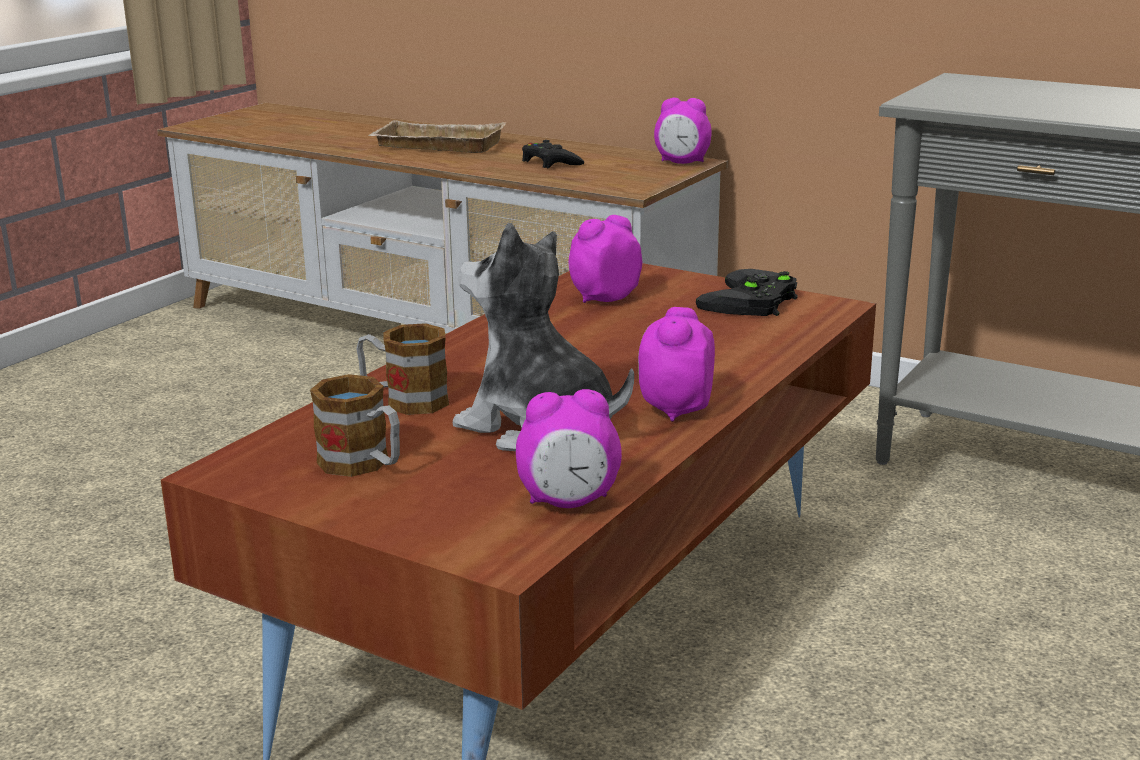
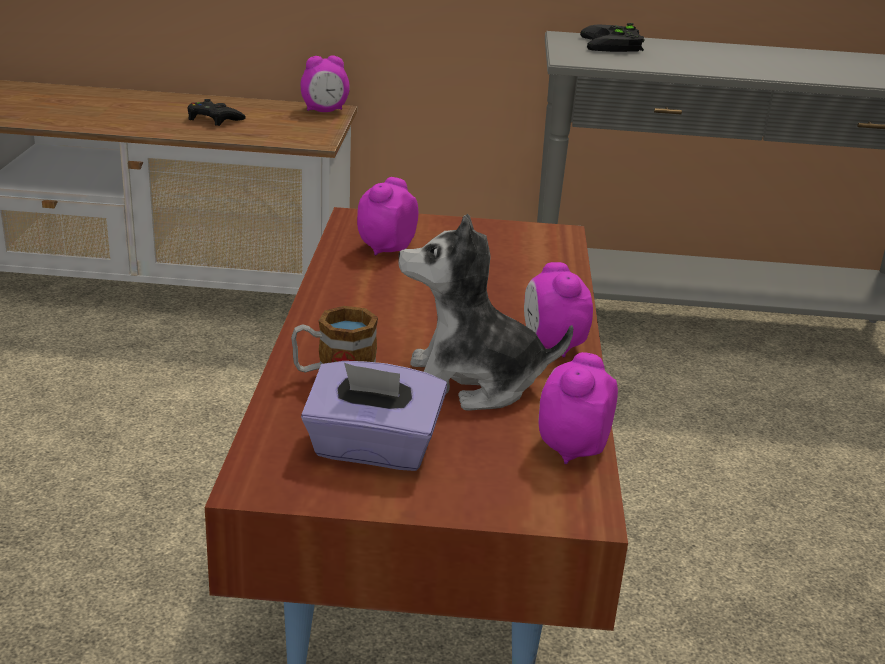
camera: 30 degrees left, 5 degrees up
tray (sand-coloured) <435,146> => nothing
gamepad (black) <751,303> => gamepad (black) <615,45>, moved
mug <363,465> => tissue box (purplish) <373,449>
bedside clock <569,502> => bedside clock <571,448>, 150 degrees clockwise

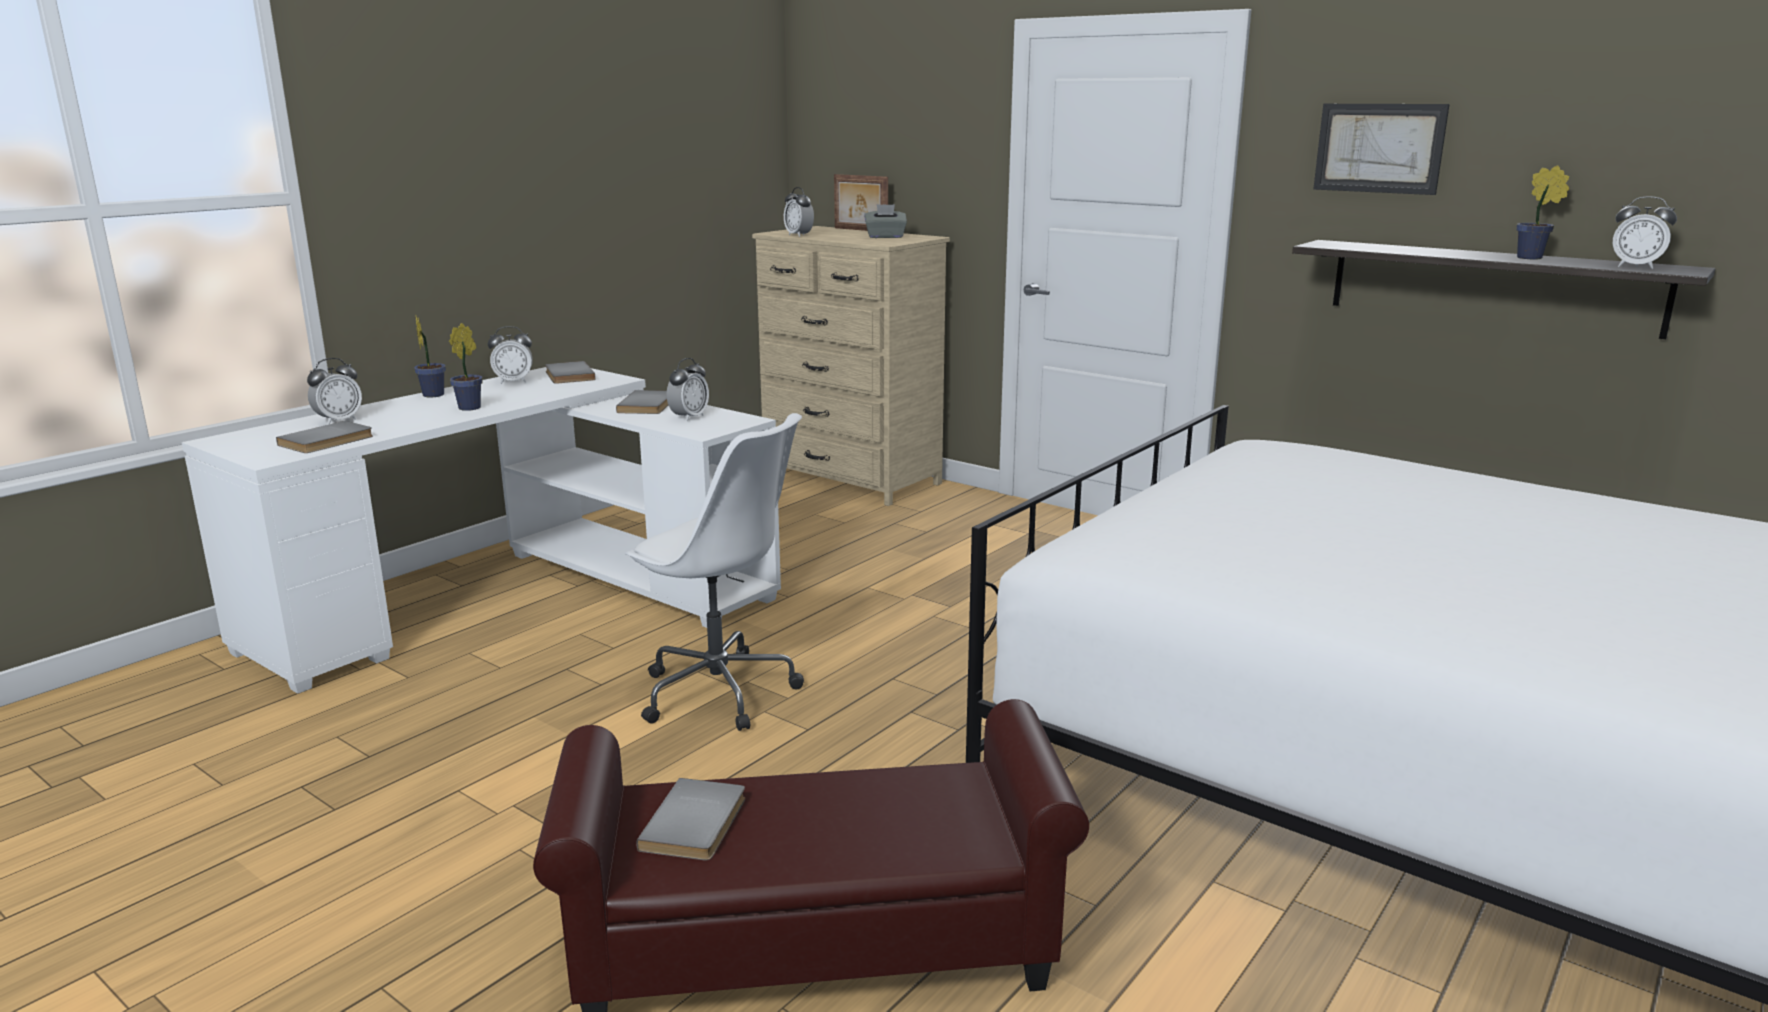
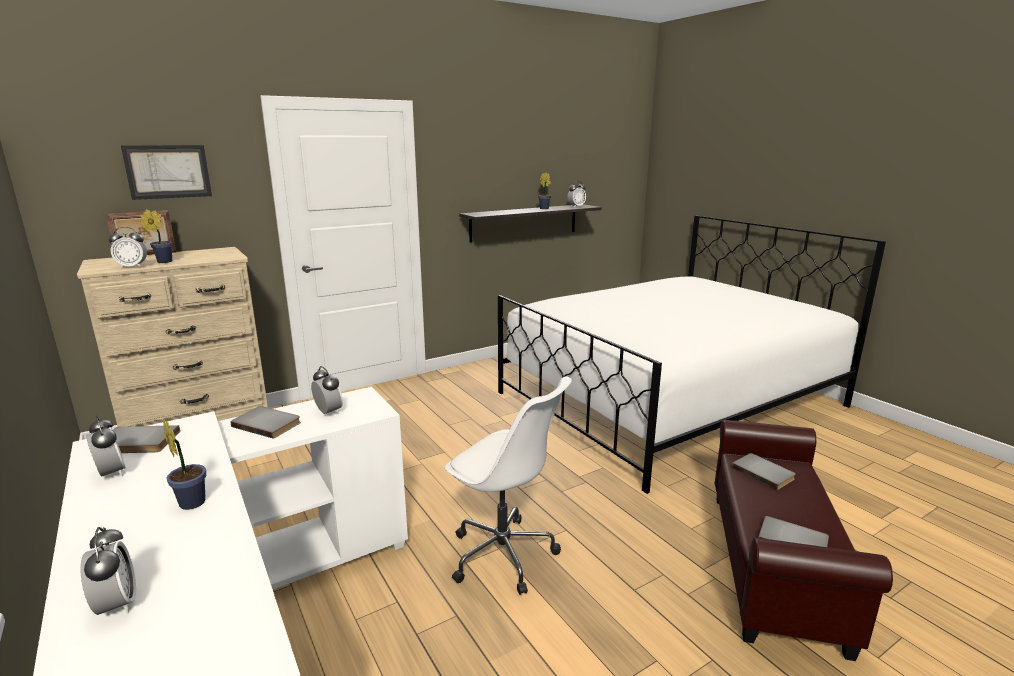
camera: 70 degrees left, 0 degrees up
tissue box (grey) <885,237> => nothing
volume (grey) <328,441> => volume (grey) <764,472>, moved
plant in a pot <433,394> => plant in a pot <163,261>, moved
wall picture <1379,148> => wall picture <168,171>, moved
bedside clock <513,382> => bedside clock <111,473>, 45 degrees counterclockwise
computer chair (white-coloured) <721,694> => computer chair (white-coloured) <505,556>, 75 degrees clockwise

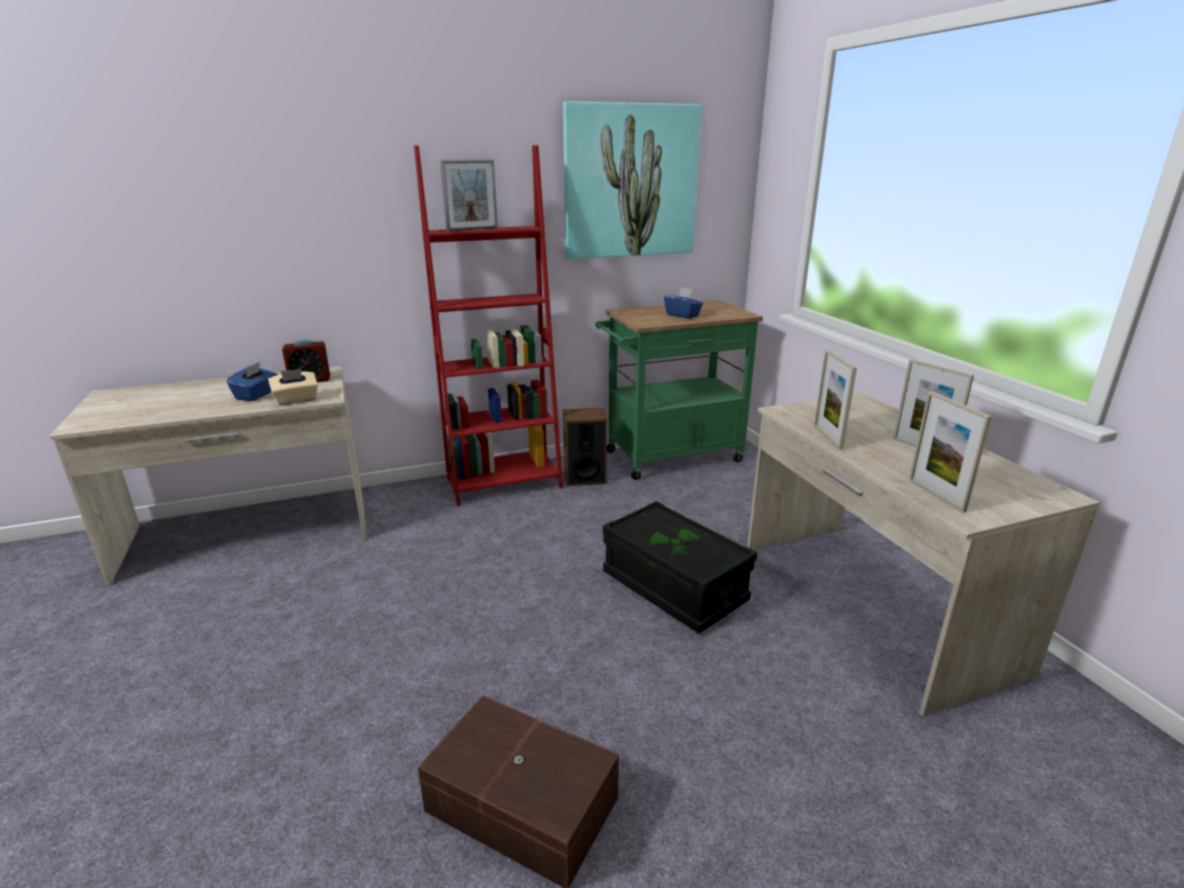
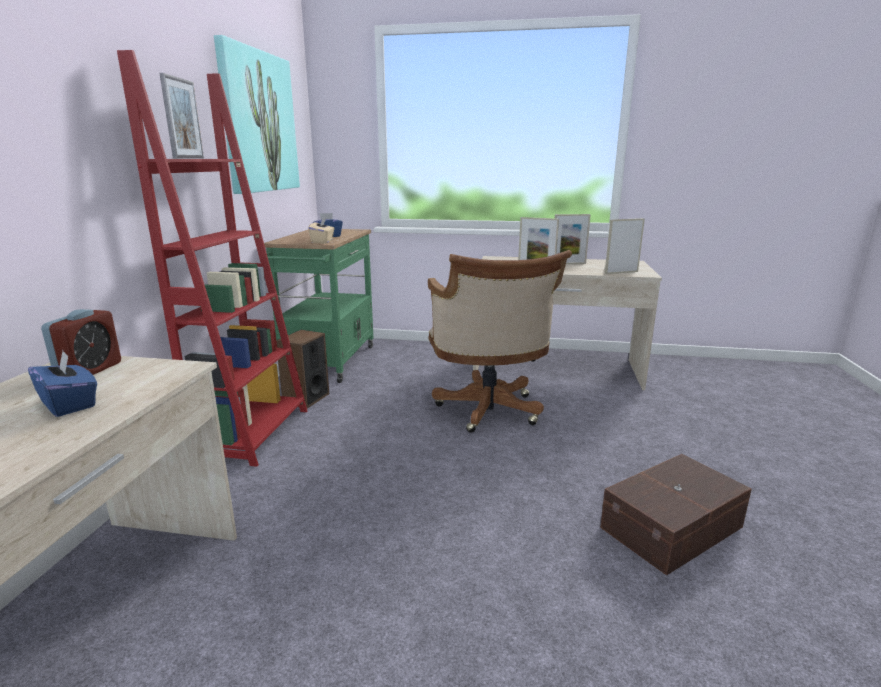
camera: 60 degrees left, 5 degrees down
tissue box (sand-coloured) <296,400> => tissue box (sand-coloured) <322,241>, moved
storage box (black) <674,587> => computer chair <490,411>
picture frame <936,495> => picture frame <621,272>, 150 degrees clockwise

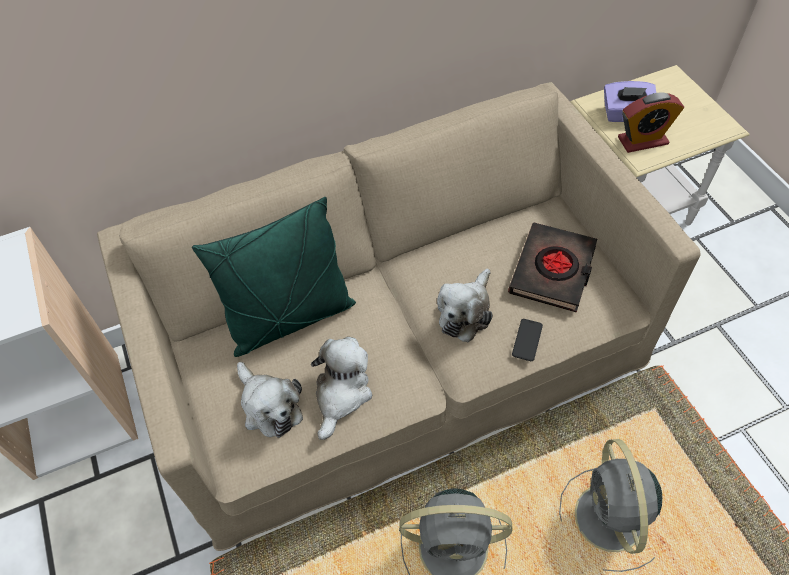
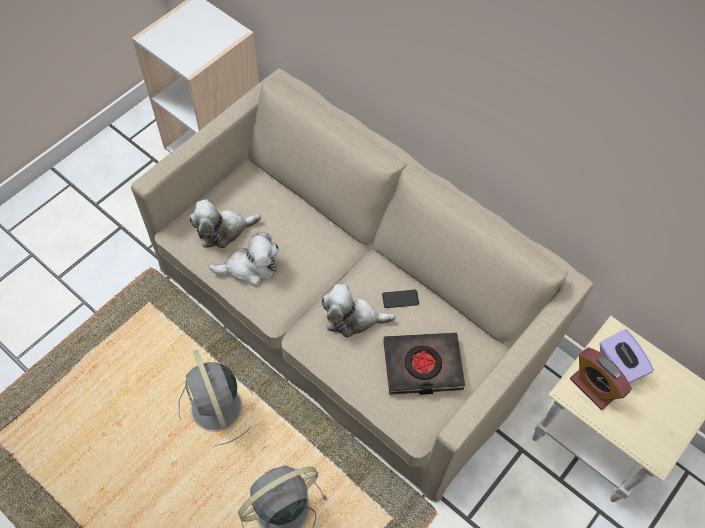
camera: 60 degrees right, 5 degrees up
pillow (green-coloured) <290,318> => nothing
handset <527,340> => handset <400,299>, moved
soft toy <269,406> => soft toy <223,230>, 45 degrees clockwise

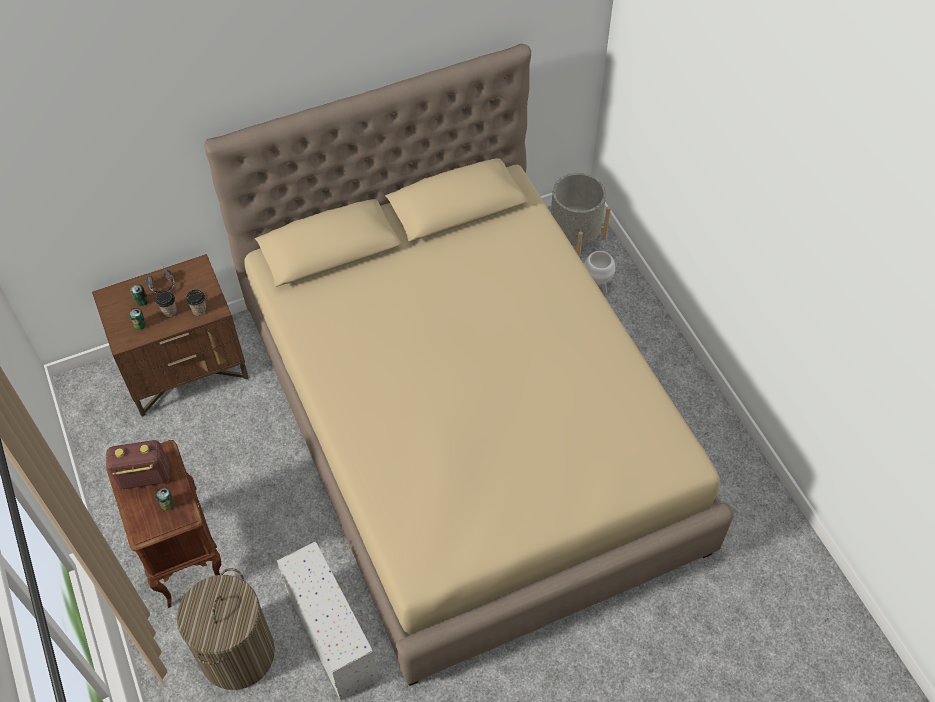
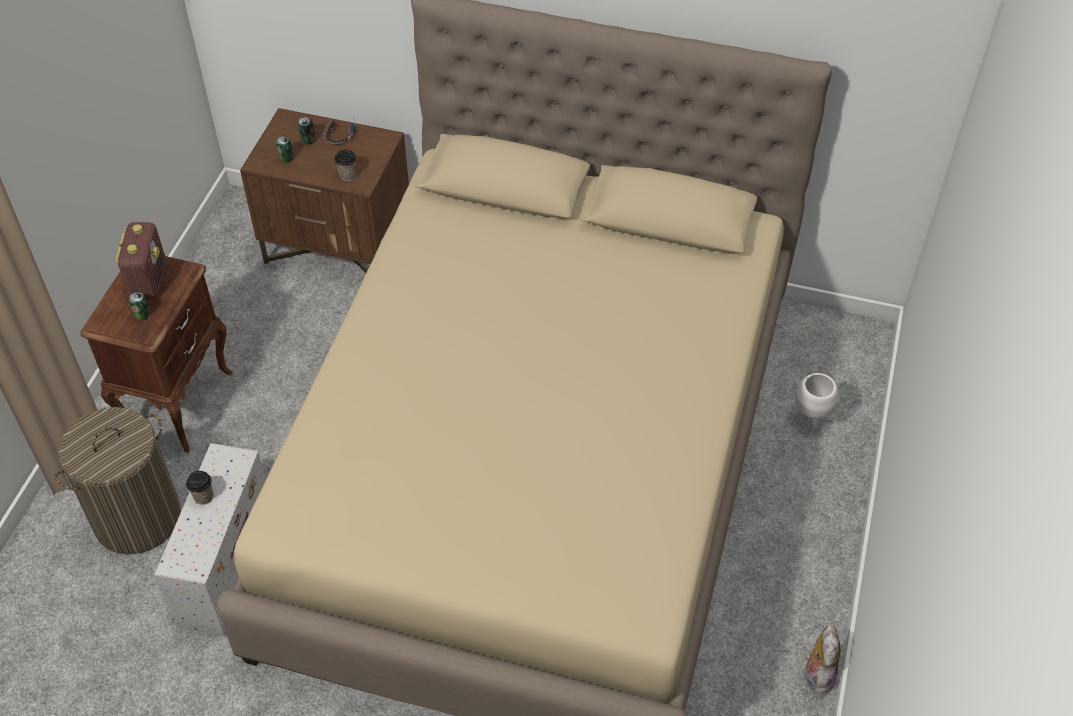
camera: 40 degrees right, 5 degrees down
planter (grey) <573,239> => nothing
nothing => soft toy <817,674>
small cup <169,311> => small cup <203,496>, moved
radio set <143,477> => radio set <148,280>, 60 degrees clockwise

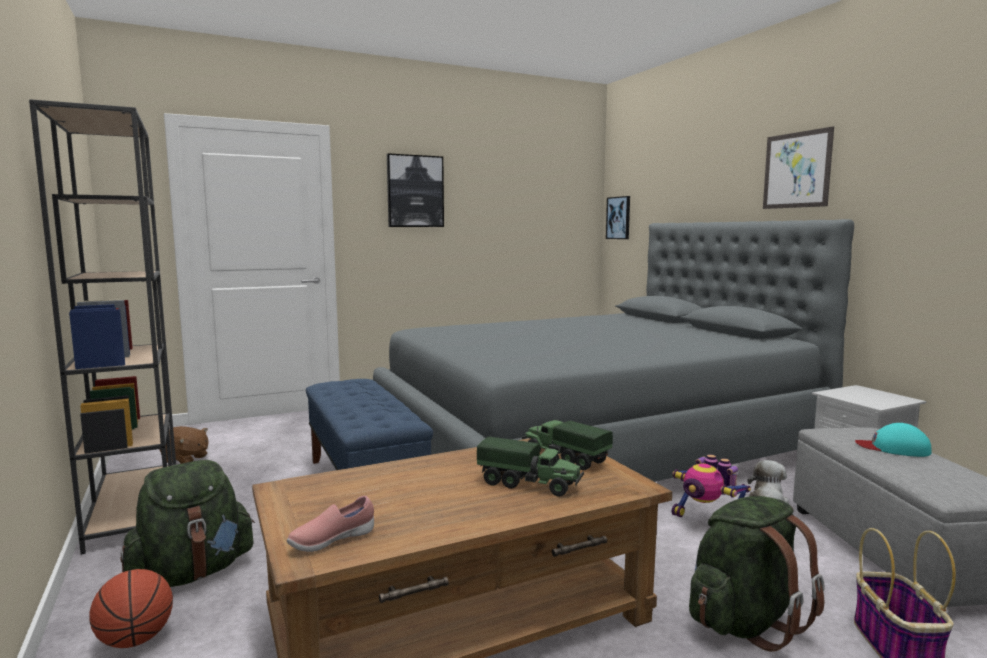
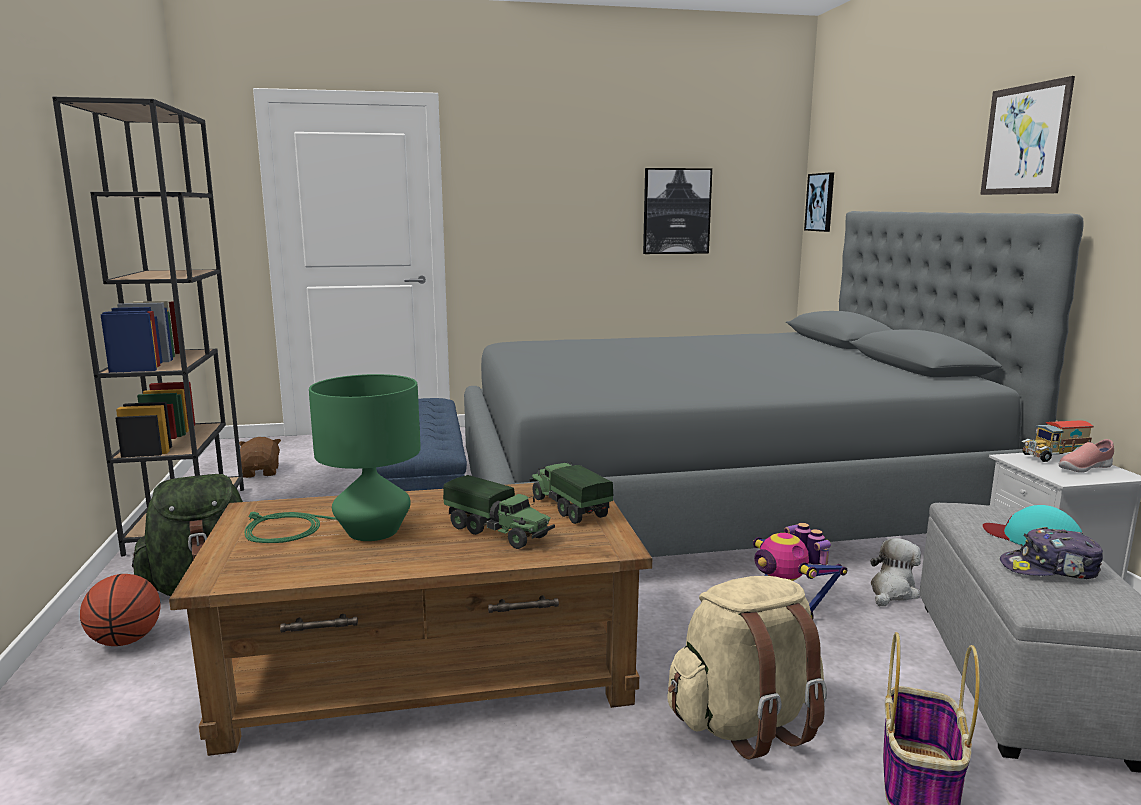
camera: 15 degrees right, 5 degrees up
nothing => tabletop lamp (green-coloured) <337,530>
nothing => cap <1050,569>
nothing => model truck <1054,458>
item of footwear (pink) <332,541> => item of footwear (pink) <1083,469>, moved
wall picture <415,191> => wall picture <676,211>, moved
rucksack (green-coloured) <745,621> => rucksack (sand-coloured) <746,723>
soft toy (brownish) <185,459> => soft toy (brownish) <261,472>, 135 degrees counterclockwise

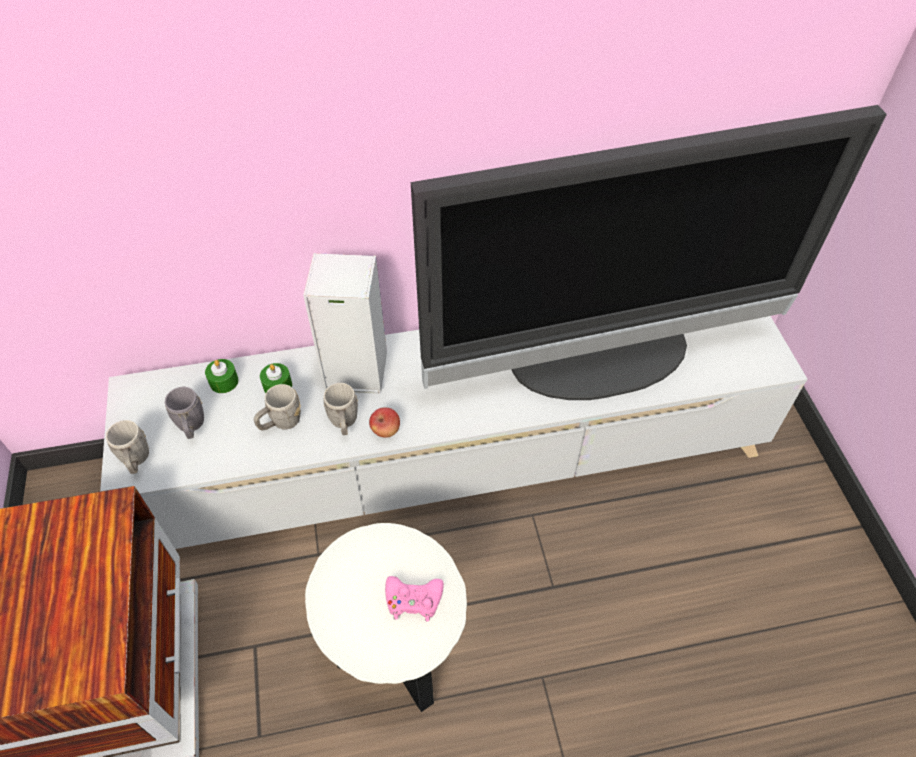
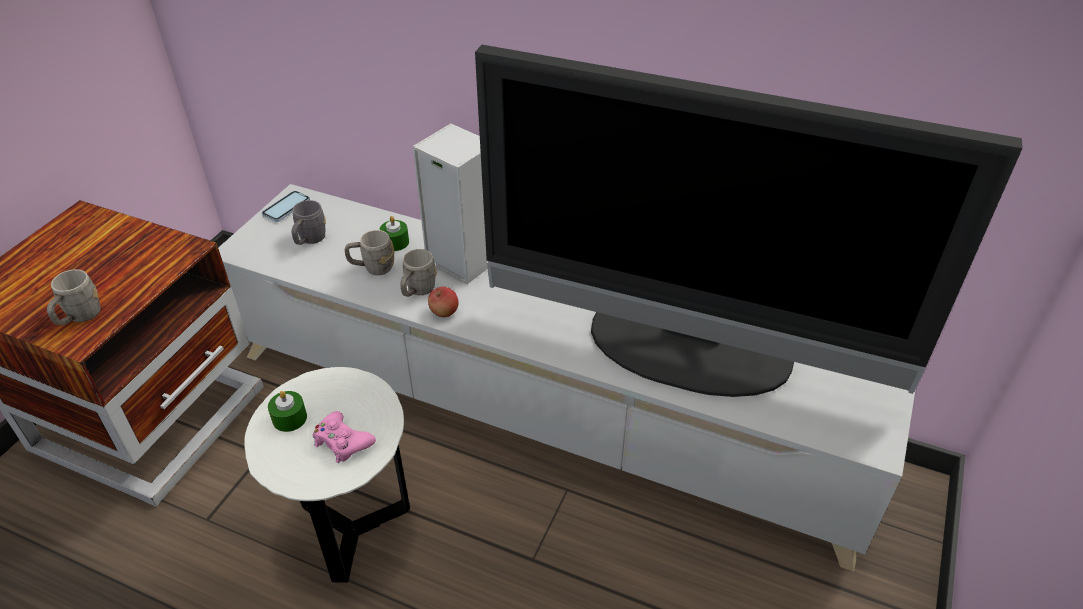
camera: 35 degrees right, 10 degrees down
nothing => handset <286,207>
mug (grey) <136,460> => mug (grey) <80,317>, moved
candle (green-coloured) <224,381> => candle (green-coloured) <289,418>, moved

